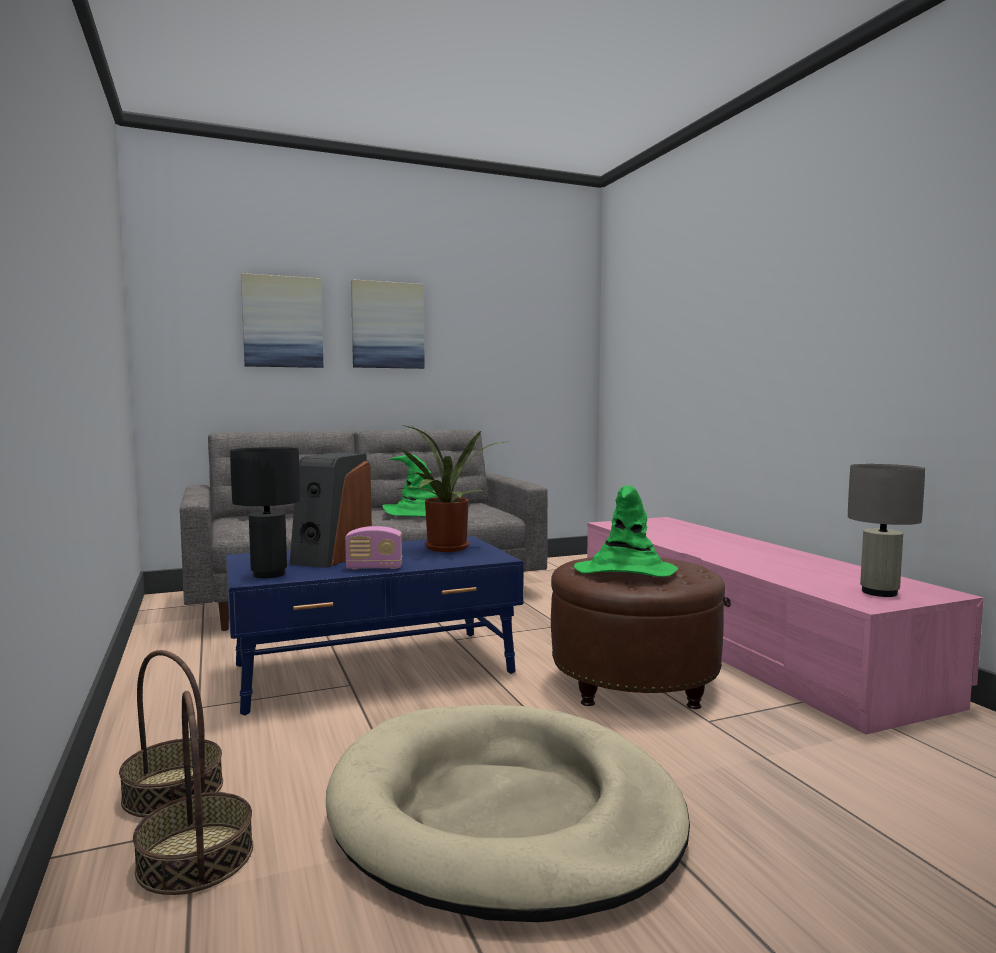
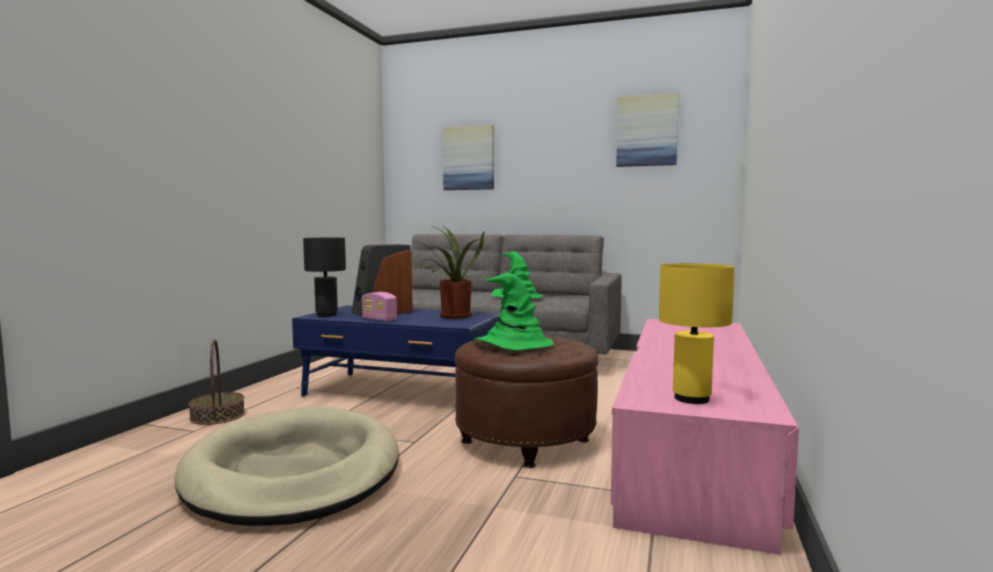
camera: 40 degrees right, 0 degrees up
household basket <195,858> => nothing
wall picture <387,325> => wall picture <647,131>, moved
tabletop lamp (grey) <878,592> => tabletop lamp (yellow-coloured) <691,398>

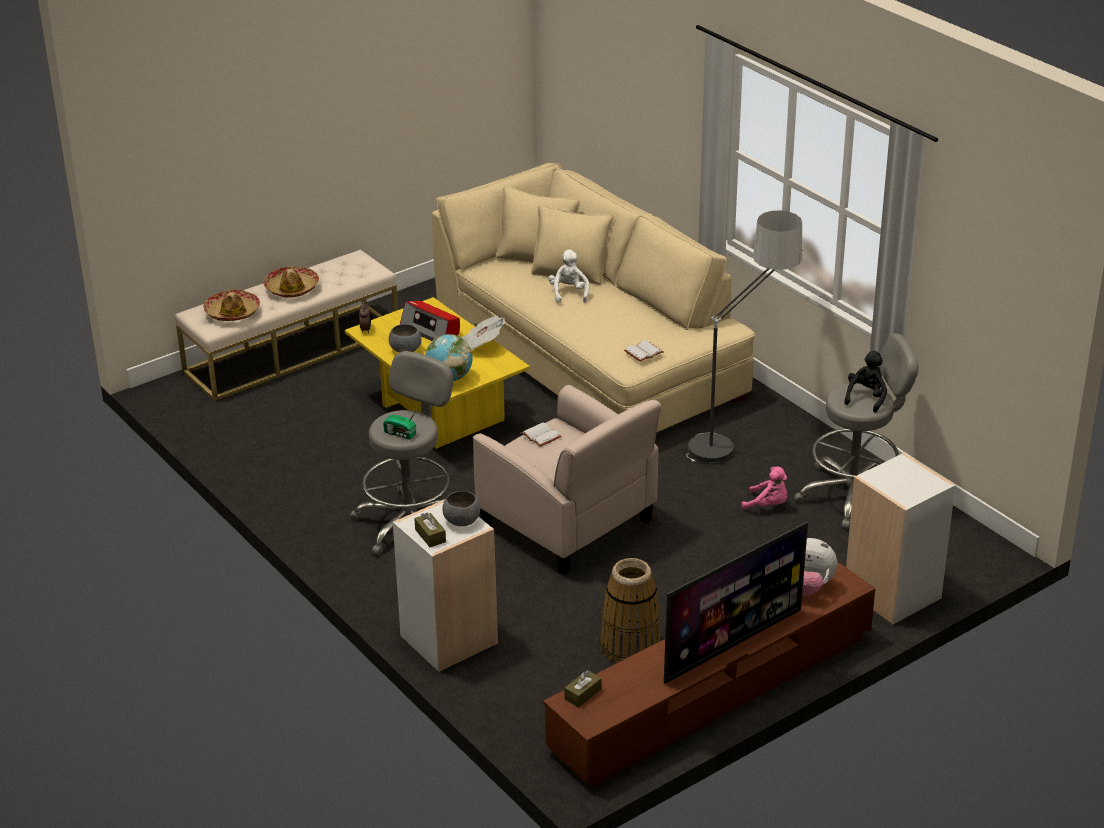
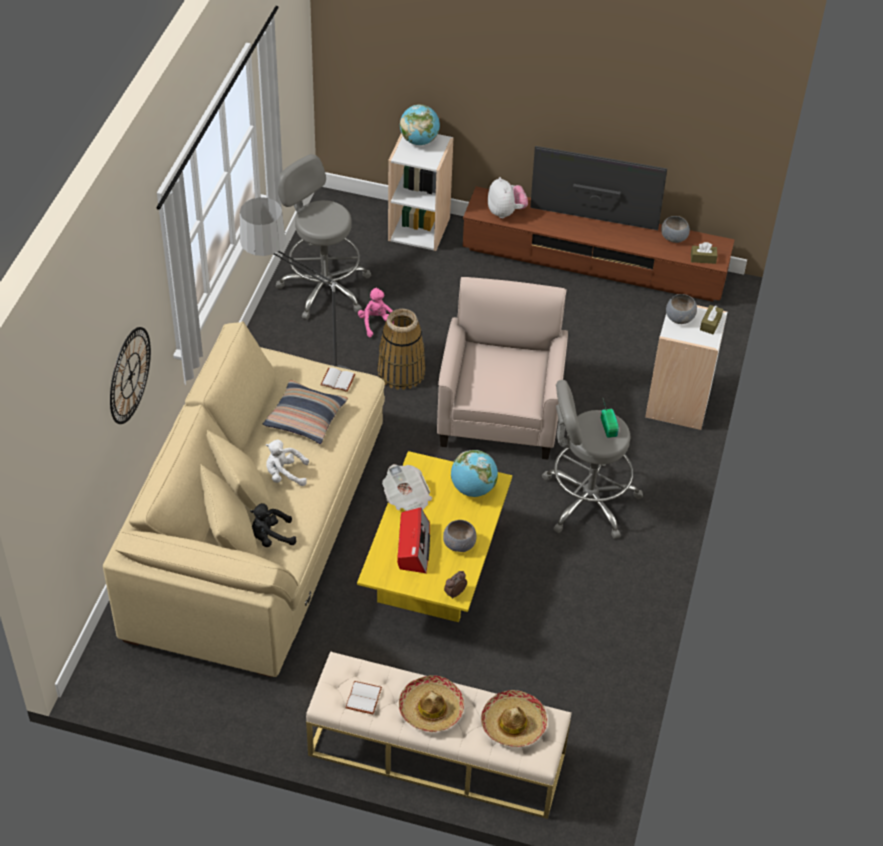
camera: 130 degrees left, 15 degrees up
nothing => wall clock <130,375>
nothing => pillow <305,418>
nothing => world globe <419,140>
nothing => deep dish (grey) <674,238>
volume (white-coloured) <539,436> => volume (white-coloured) <364,699>, moved
household basket <630,646> => household basket <401,372>, moved
soft toy (black) <866,398> => soft toy (black) <271,537>, moved
soft toy (white-coloured) <569,293> => soft toy (white-coloured) <285,474>, 45 degrees clockwise

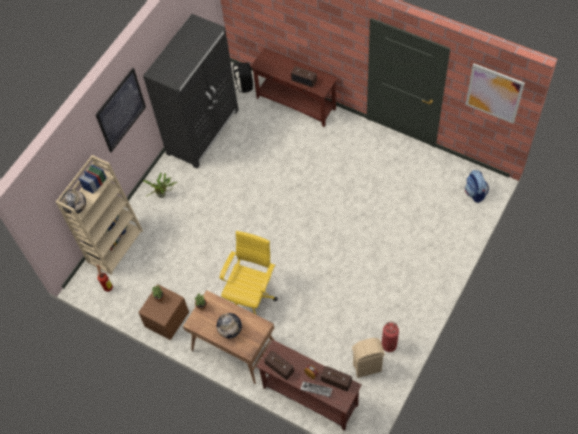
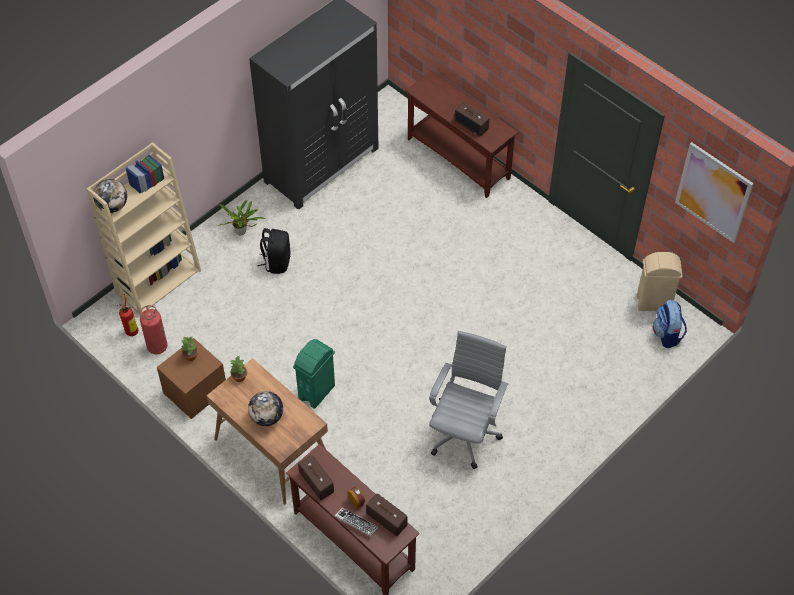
camera: 10 degrees right, 5 degrees down
wall picture <121,110> => nothing
nothing => computer chair (grey) <465,433>
rucksack (black) <244,85> => rucksack (black) <276,262>, moved
rubbish bin (sand-coloured) <367,368> => rubbish bin (sand-coloured) <654,303>, moved
extinguisher <389,345> => extinguisher <157,347>, moved
computer chair (yellow-coloured) <251,297> => rubbish bin (green-coloured) <317,392>

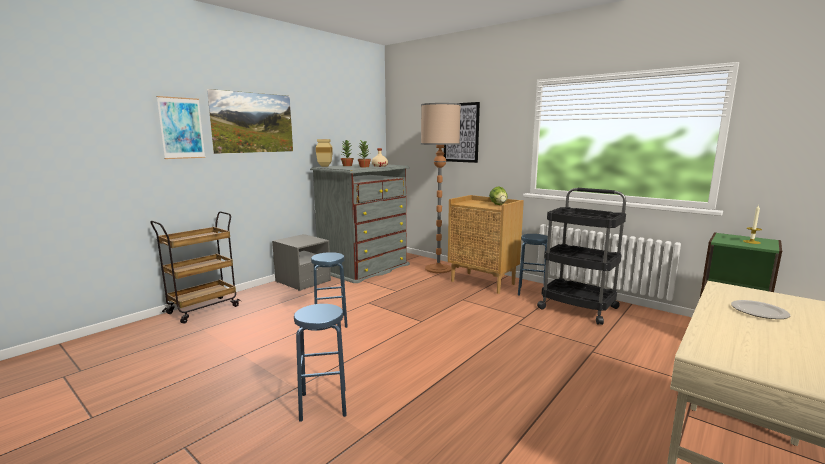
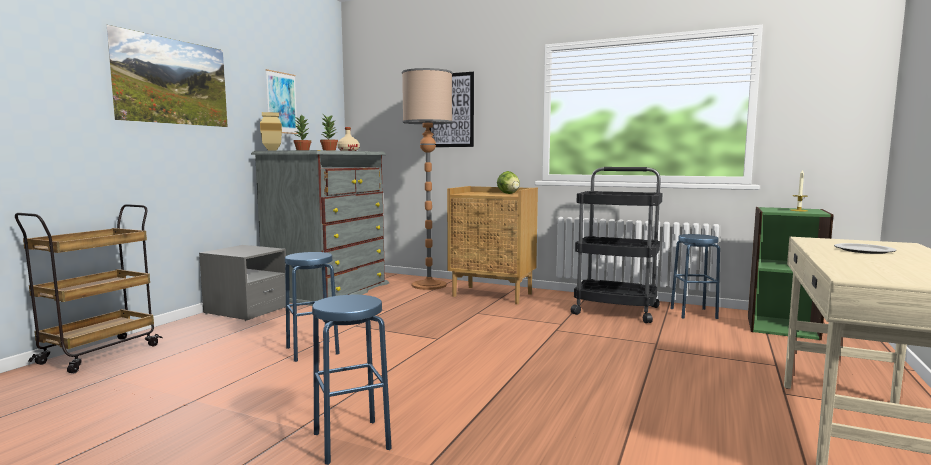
camera: 15 degrees left, 5 degrees down
wall picture <181,128> => wall picture <281,103>, moved
stool seat (bluish) <531,292> => stool seat (bluish) <693,313>, moved

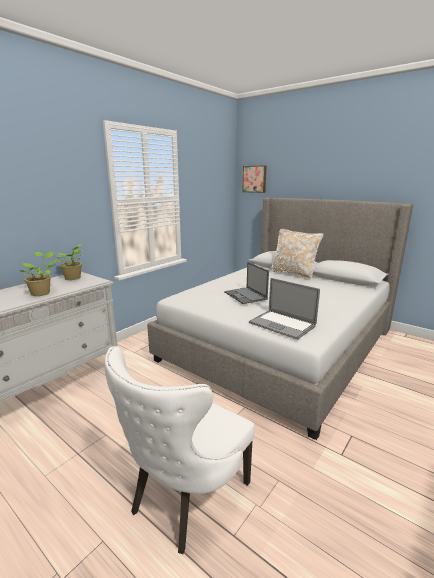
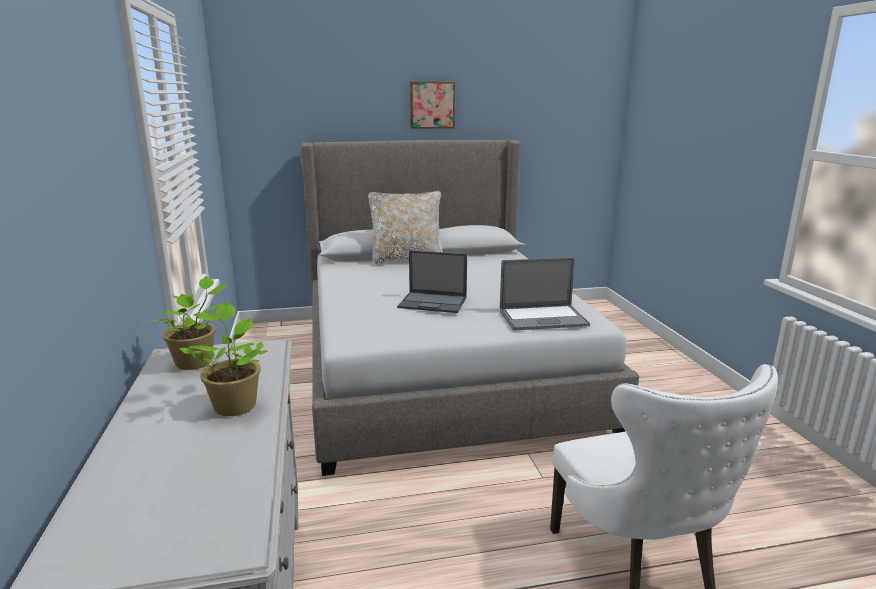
camera: 50 degrees left, 0 degrees up
wall picture <254,179> => wall picture <432,105>, moved

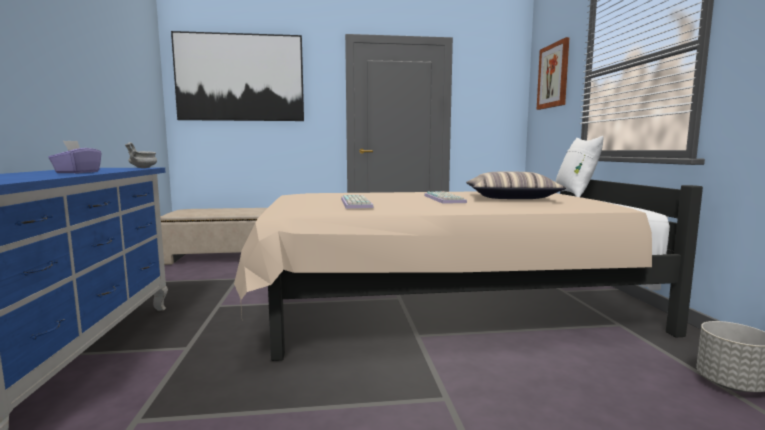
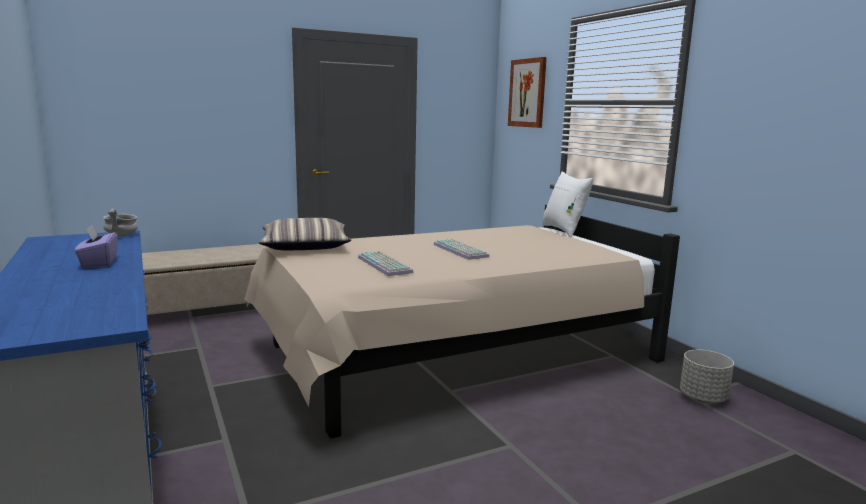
camera: 20 degrees left, 5 degrees up
wall picture <240,77> => nothing
pillow <510,198> => pillow <305,246>, moved

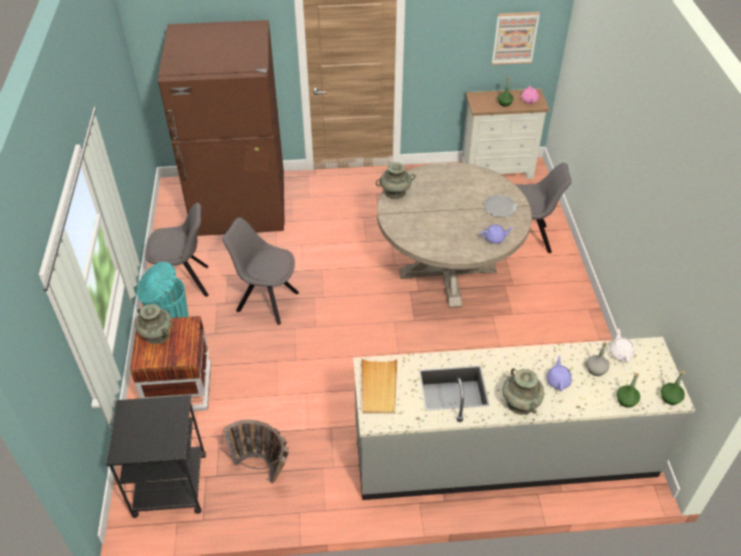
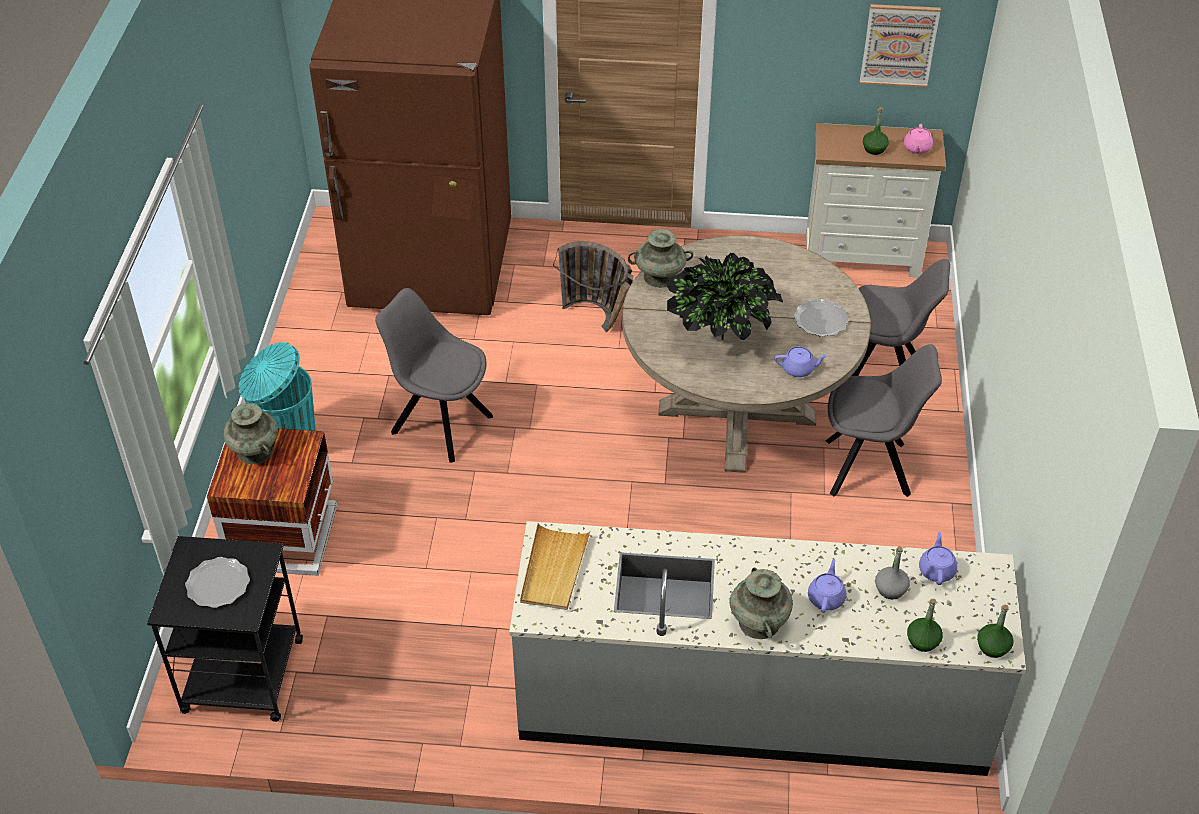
camera: 10 degrees right, 0 degrees up
nothing => plate <217,584>
nothing => plant in a pot <720,337>
plain chair (grey) <185,283> => plain chair (grey) <868,468>, moved
household basket <265,472> => household basket <600,321>, moved
teapot (white-coloured) <620,353> => teapot (purplish) <936,570>

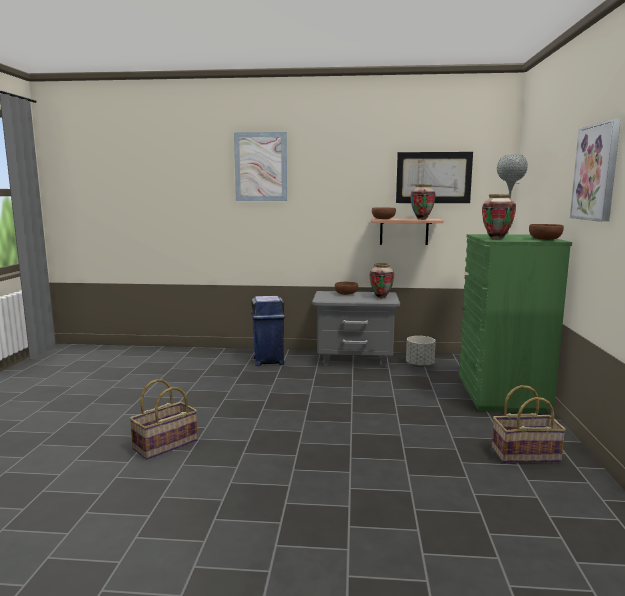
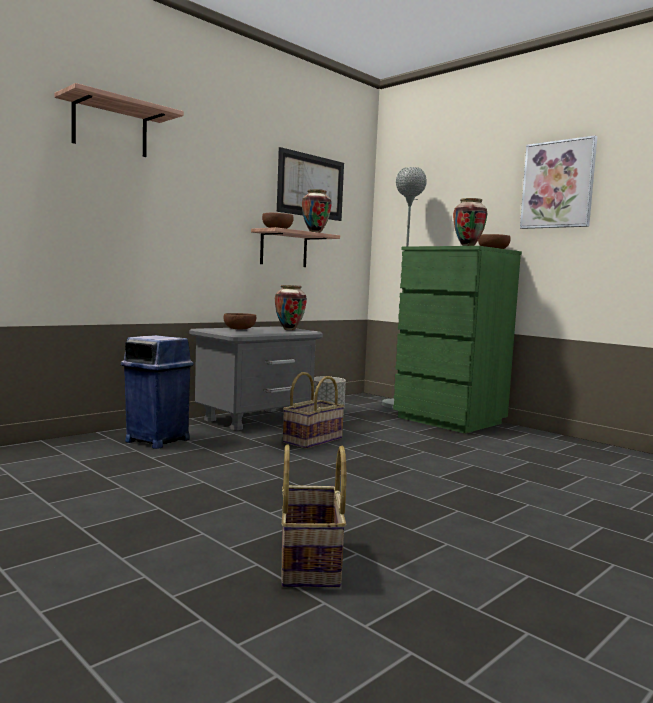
camera: 50 degrees left, 5 degrees down
household basket <525,454> => household basket <312,440>, moved
wall picture <261,167> => wall shelf <110,128>

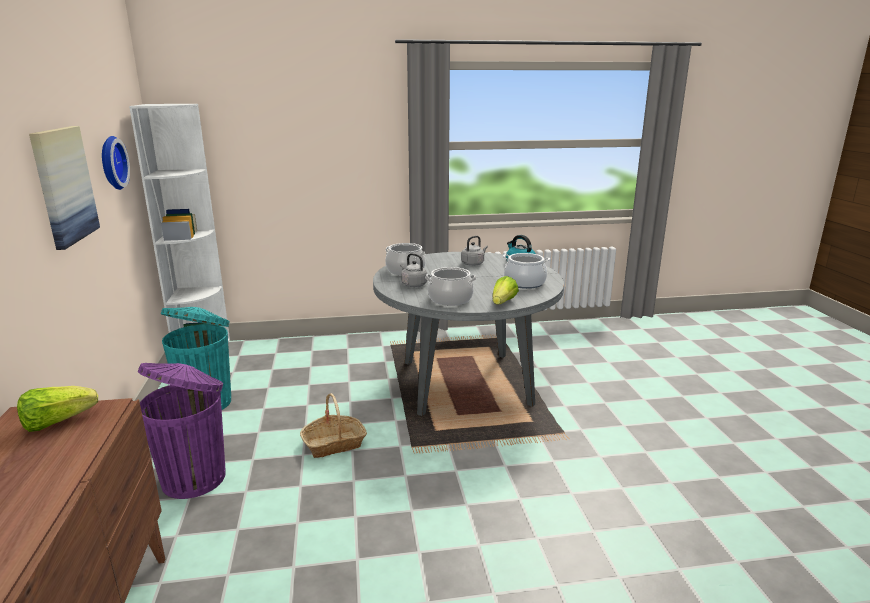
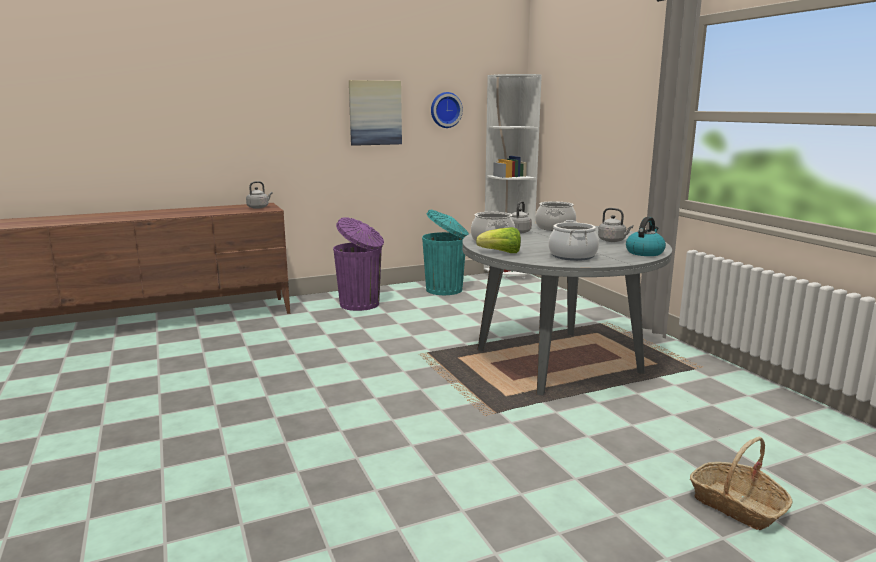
camera: 75 degrees right, 5 degrees down
household basket <334,444> => household basket <737,505>, moved
lettuce head <57,422> => kettle (grey) <259,207>

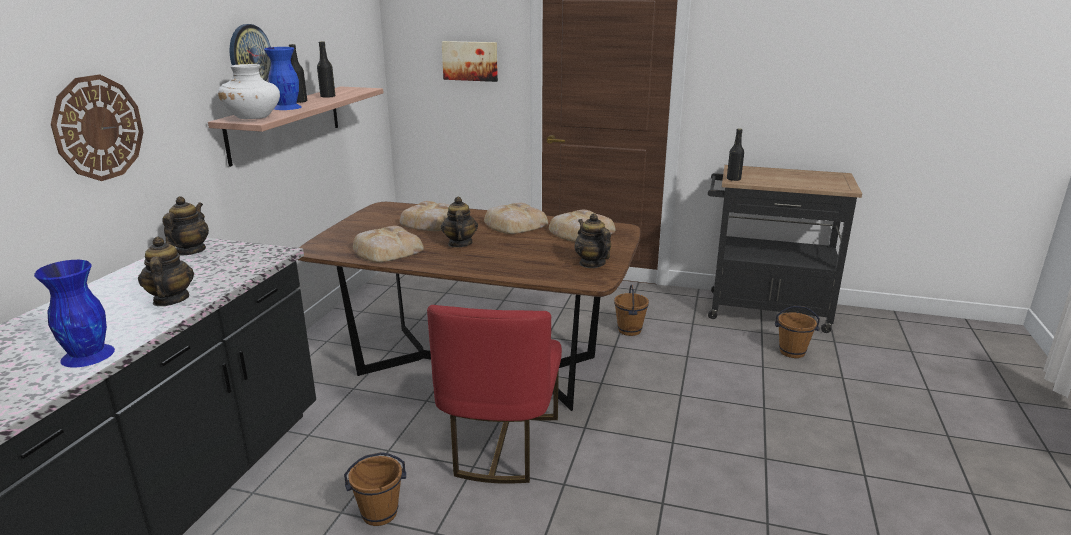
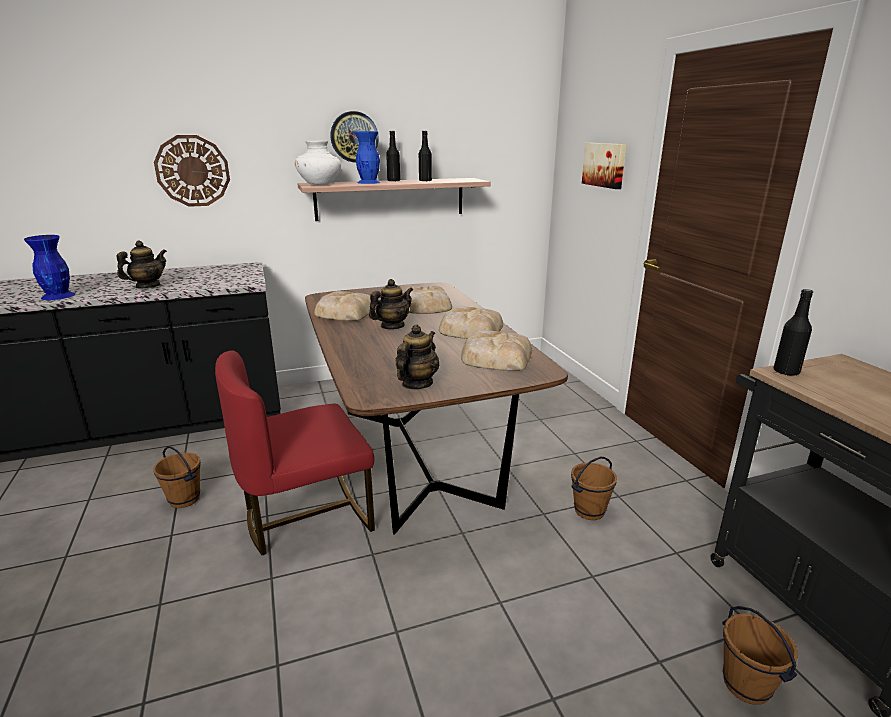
camera: 55 degrees right, 0 degrees up
teapot <190,251> => nothing

